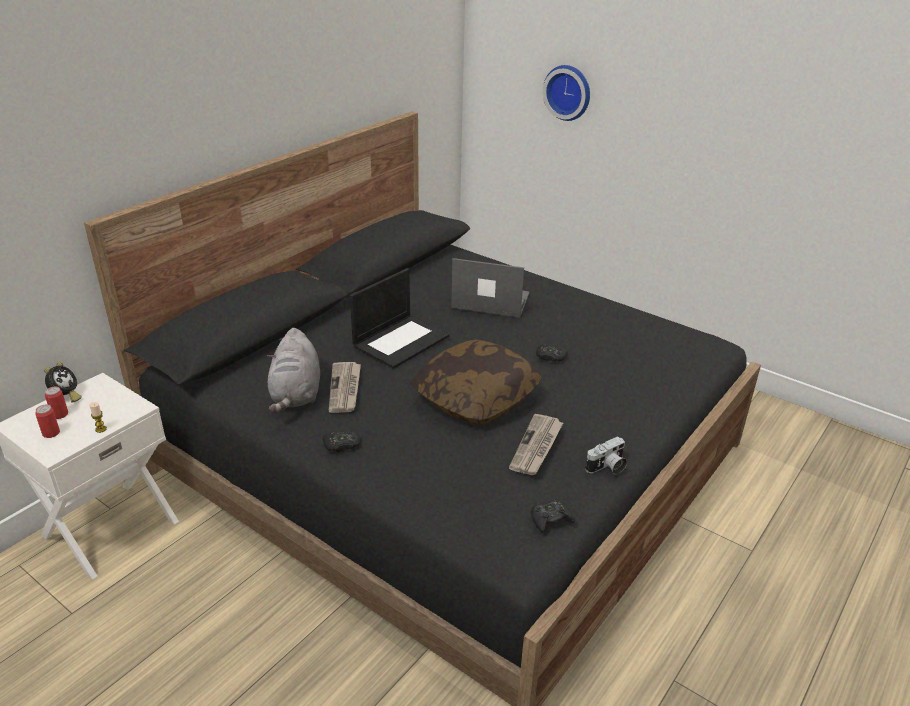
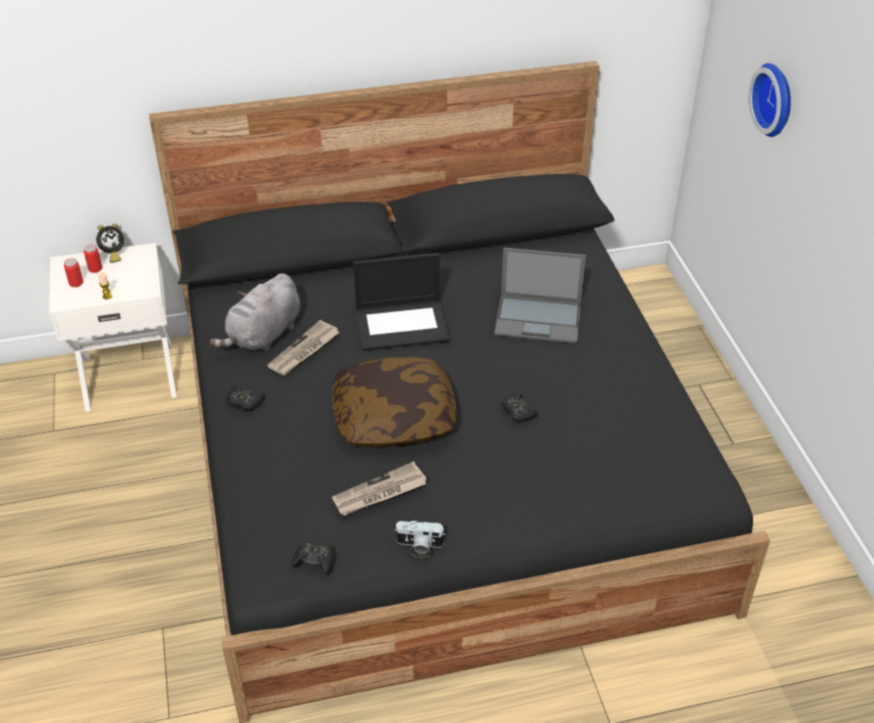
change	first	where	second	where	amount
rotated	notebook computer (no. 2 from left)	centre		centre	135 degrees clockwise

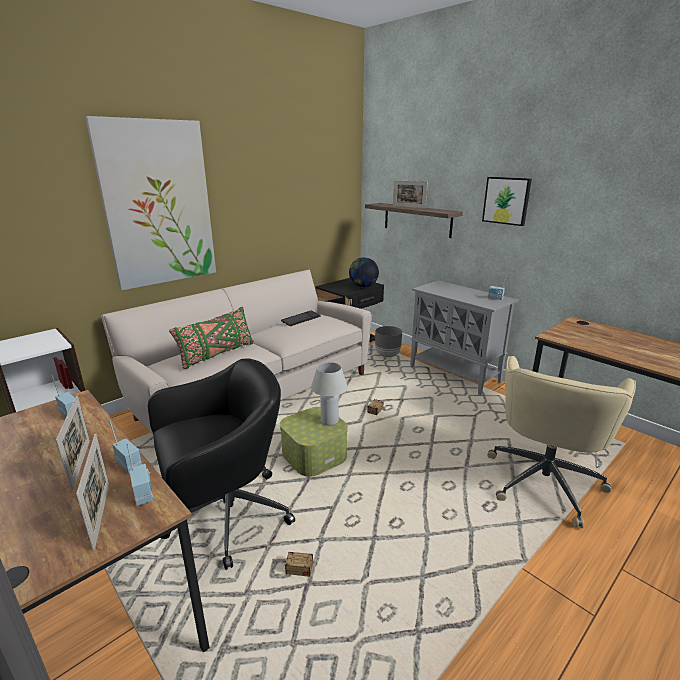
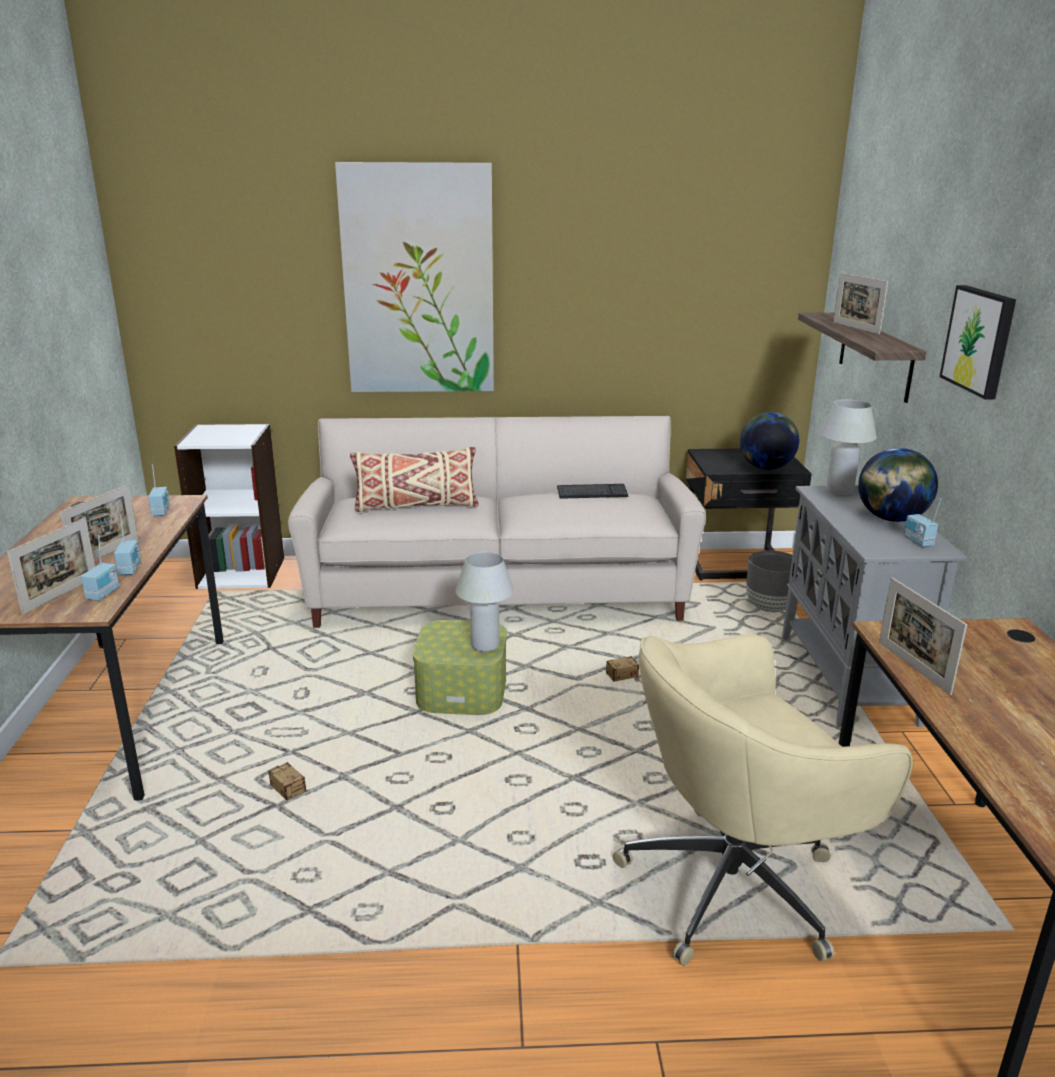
change	first	where	second	where	amount
gone	blackish computer chair	bottom left			
new			whitish table lamp (no. 2 from left)	middle right	
new			globe (no. 2 from left)	middle right	
new			picture frame (no. 4 from left)	middle right	
repainted	green-coloured pillow	middle left	beige-coloured pillow	centre	

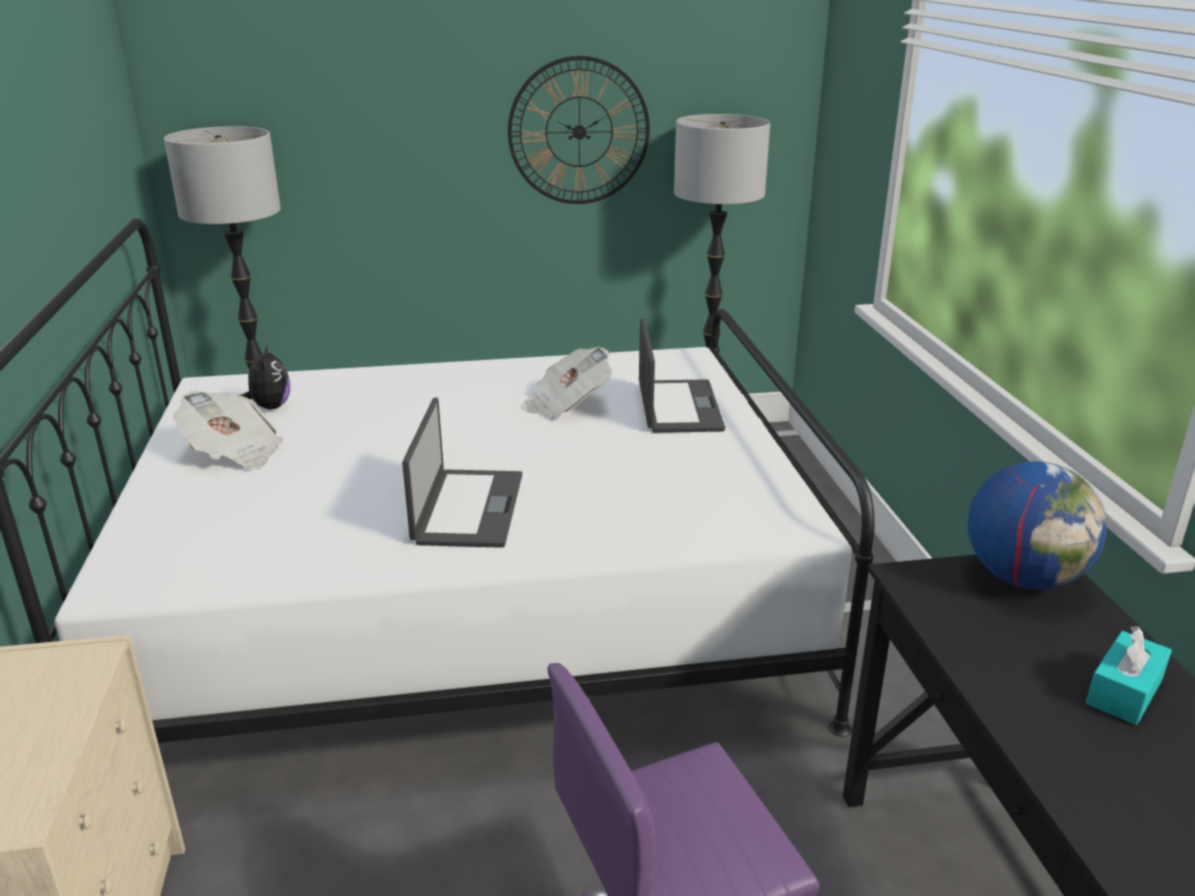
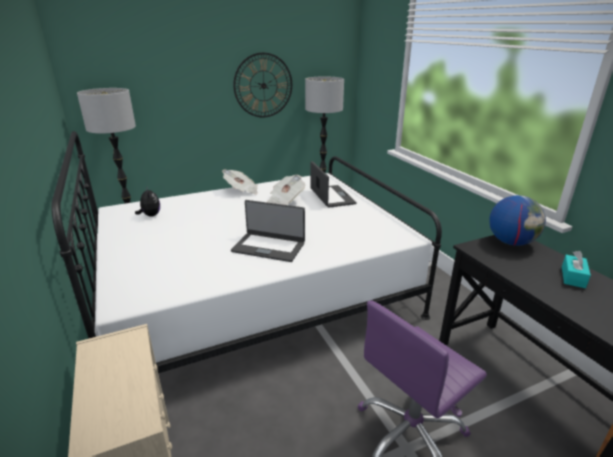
change	first	where	second	where	amount
shifted	daily paper (no. 1 from left)	middle left		centre	
rotated	notebook computer (no. 1 from left)	centre		centre	120 degrees clockwise

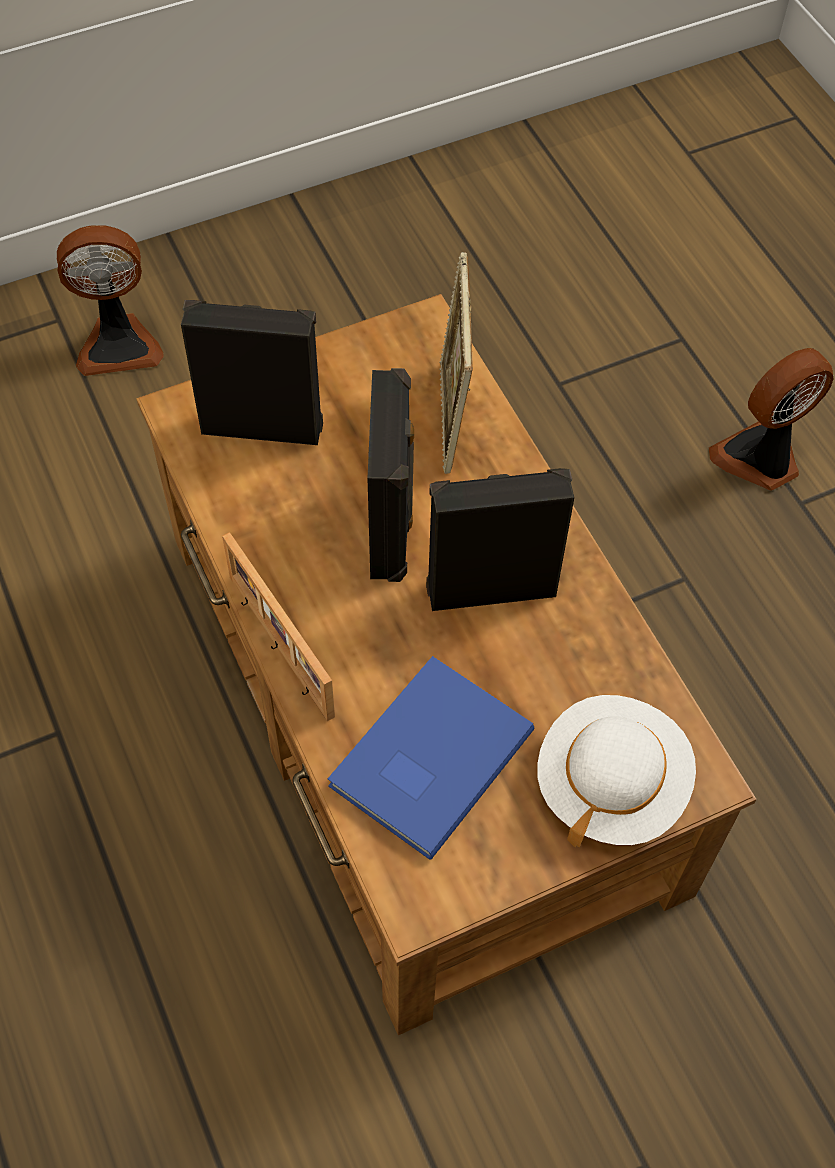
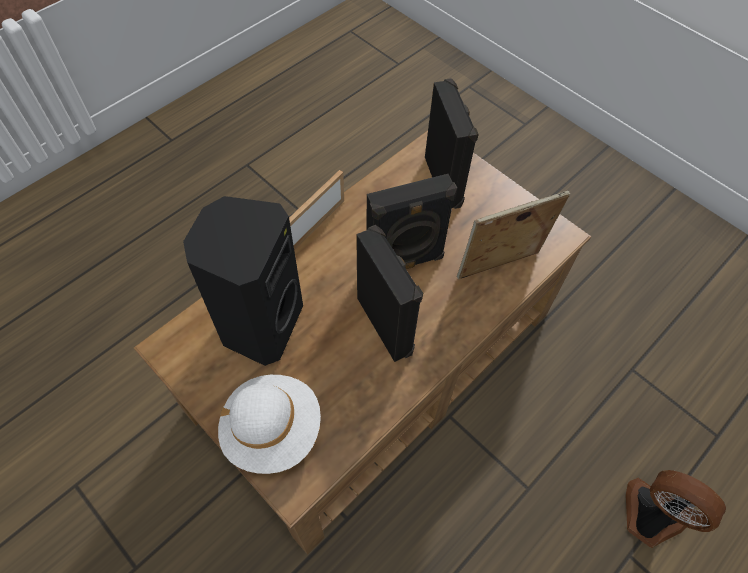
change	first	where	second	where	amount
gone	electric fan (no. 1 from left)	top left			
swapped	bluish book	centre	blackish audio speaker (no. 1 from left)	middle left	

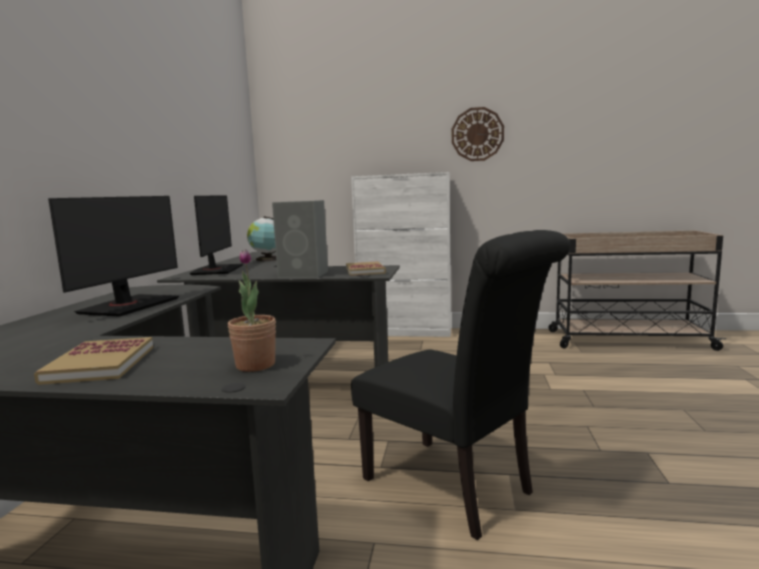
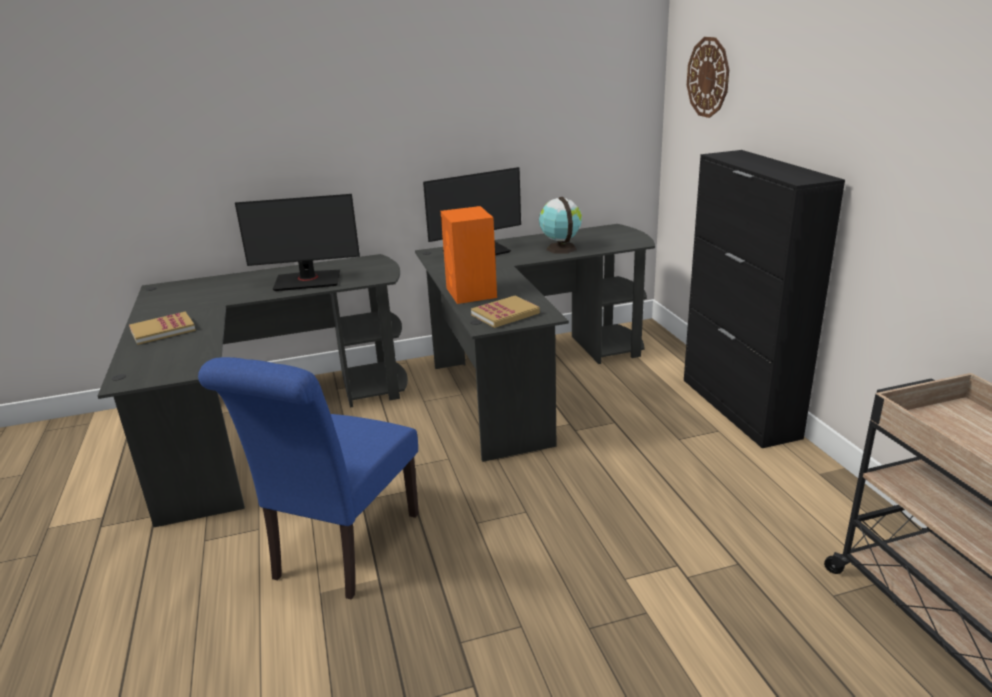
change	first	where	second	where	amount
gone	plant in a pot	middle left			
shifted	clock on the wall	top centre		top right	
repainted	gray audio speaker	centre	orangey audio speaker	centre	
repainted	whitish storage cabinet	centre	blackish storage cabinet	middle right	
repainted	blackish upright chair	bottom centre	bluish upright chair	bottom left	

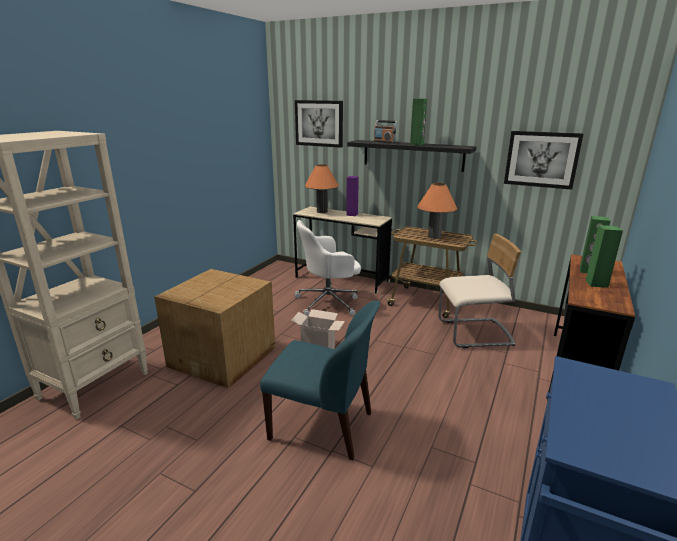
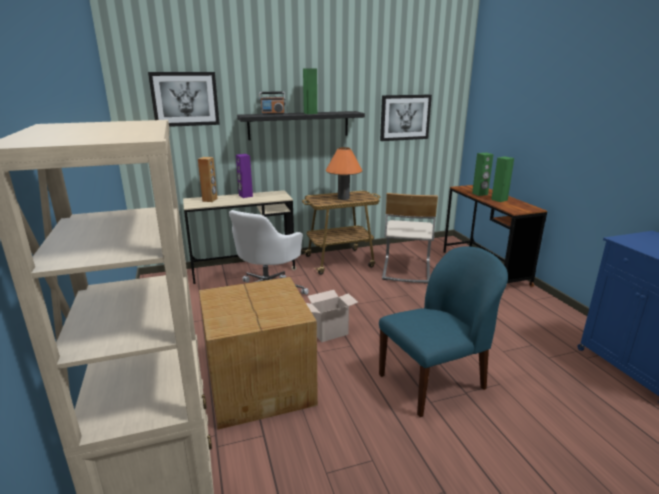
change	first	where	second	where	amount
swapped	orangey table lamp (no. 1 from left)	centre	brown audio speaker	middle left	
rotated	beige-coloured upright chair	middle right		centre	150 degrees clockwise

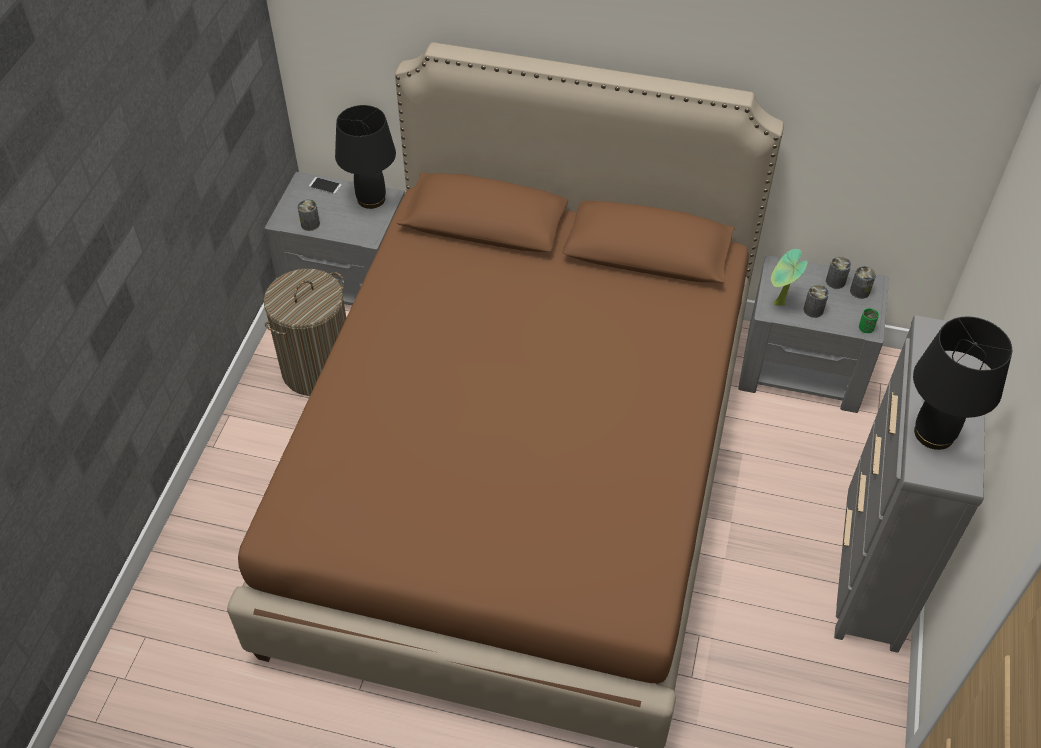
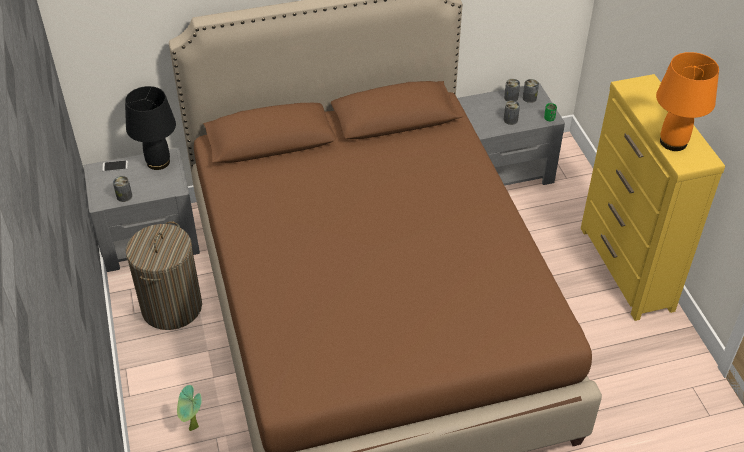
change	first	where	second	where	amount
shifted	plant in a pot	middle right		bottom left	
repainted	gray dresser	middle right	yellowish dresser	middle right	
repainted	blackish table lamp (no. 2 from left)	middle right	orangey table lamp	top right	

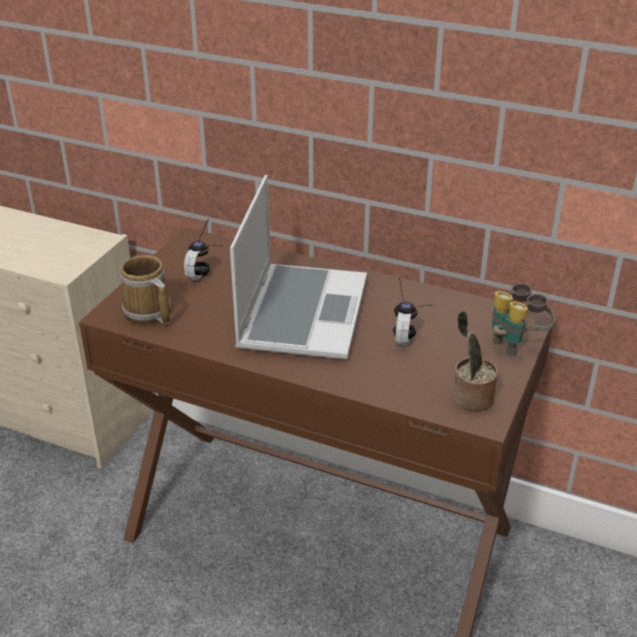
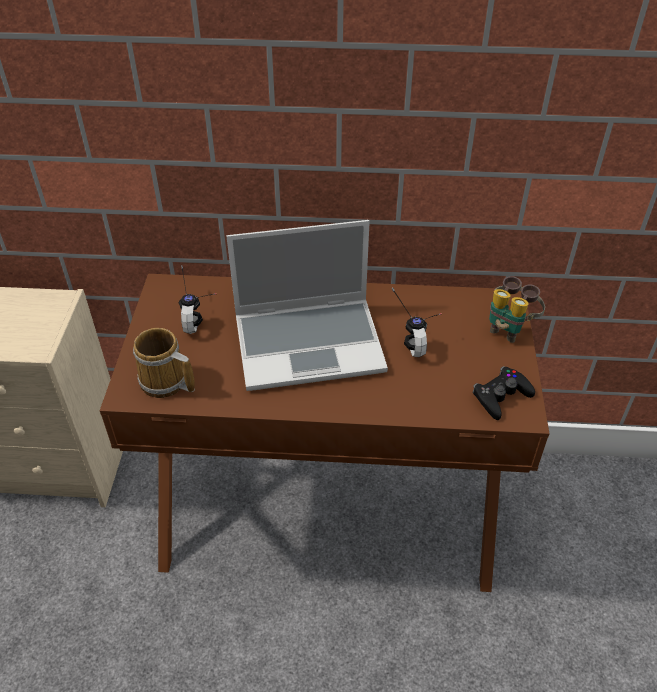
change	first	where	second	where	amount
swapped	plant in a pot	middle right	blackish game controller	middle right	
rotated	notebook computer	centre		centre	90 degrees clockwise

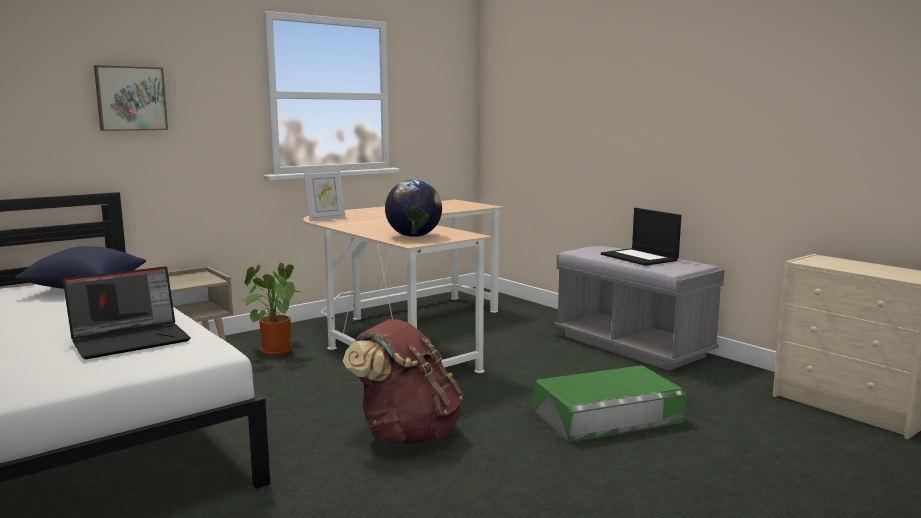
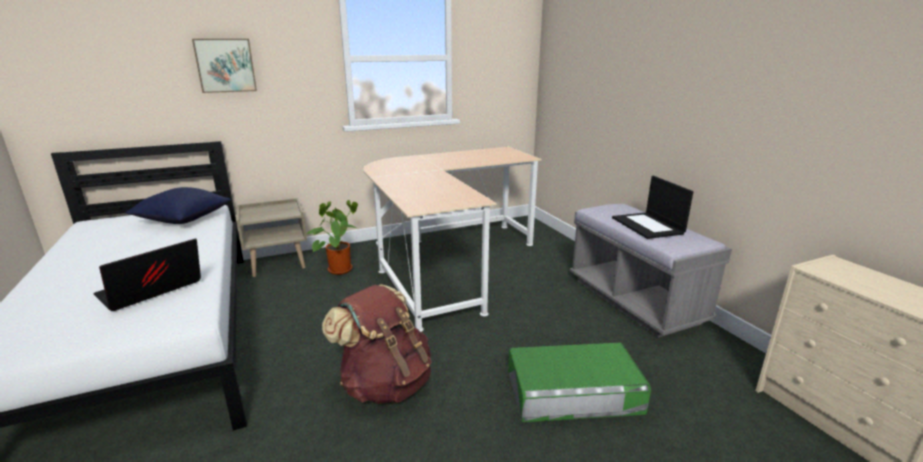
change	first	where	second	where	amount
gone	picture frame	centre			
gone	globe	centre			
rotated	notebook computer (no. 1 from left)	middle left		middle left	150 degrees clockwise

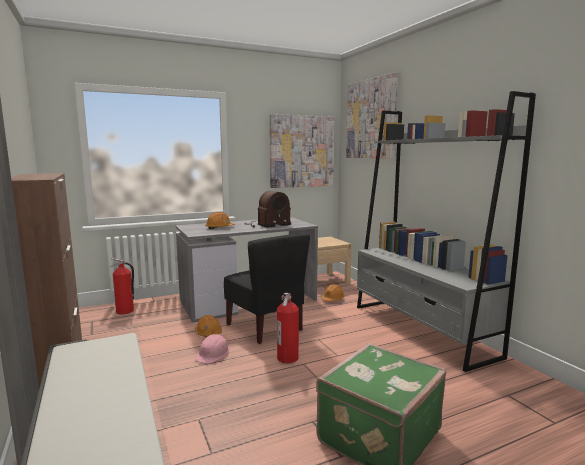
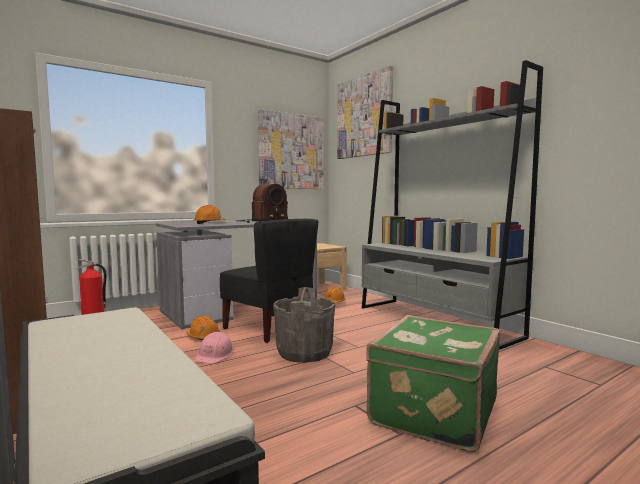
change	first	where	second	where	amount
swapped	fire extinguisher (no. 2 from left)	bottom centre	gray bucket	bottom centre	

